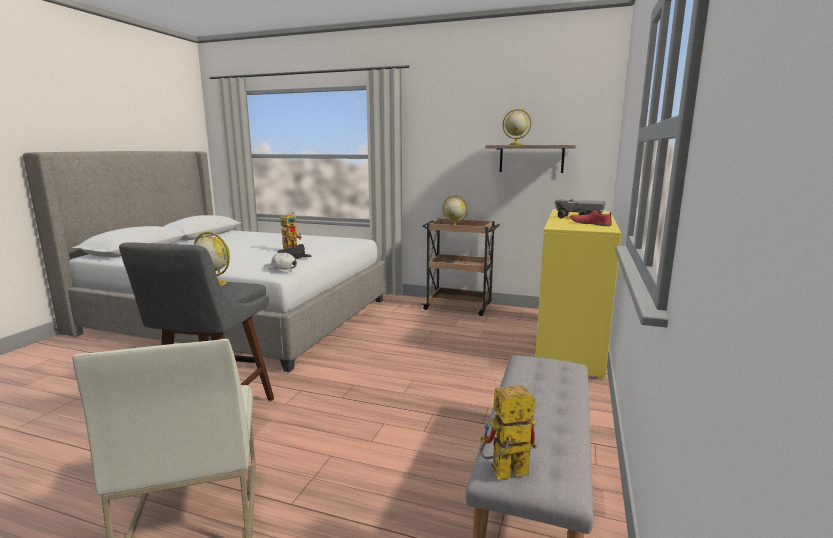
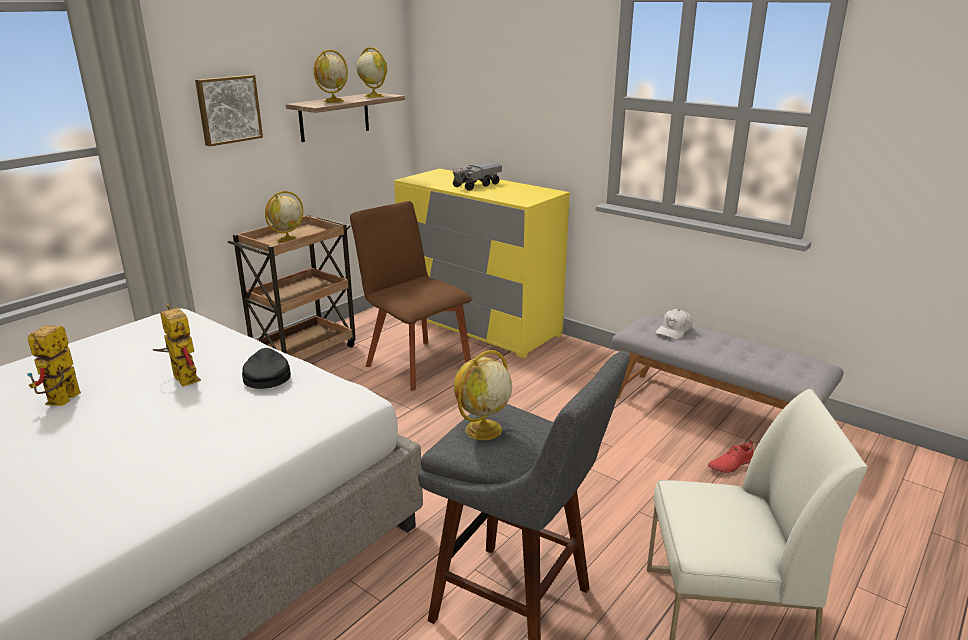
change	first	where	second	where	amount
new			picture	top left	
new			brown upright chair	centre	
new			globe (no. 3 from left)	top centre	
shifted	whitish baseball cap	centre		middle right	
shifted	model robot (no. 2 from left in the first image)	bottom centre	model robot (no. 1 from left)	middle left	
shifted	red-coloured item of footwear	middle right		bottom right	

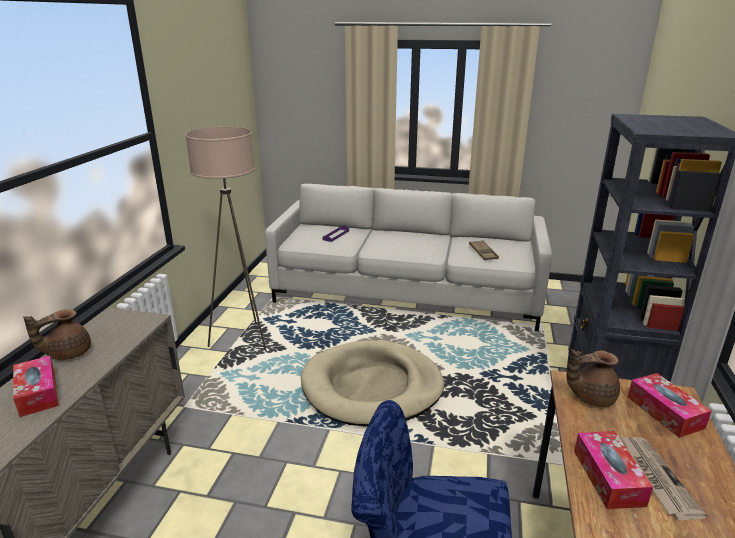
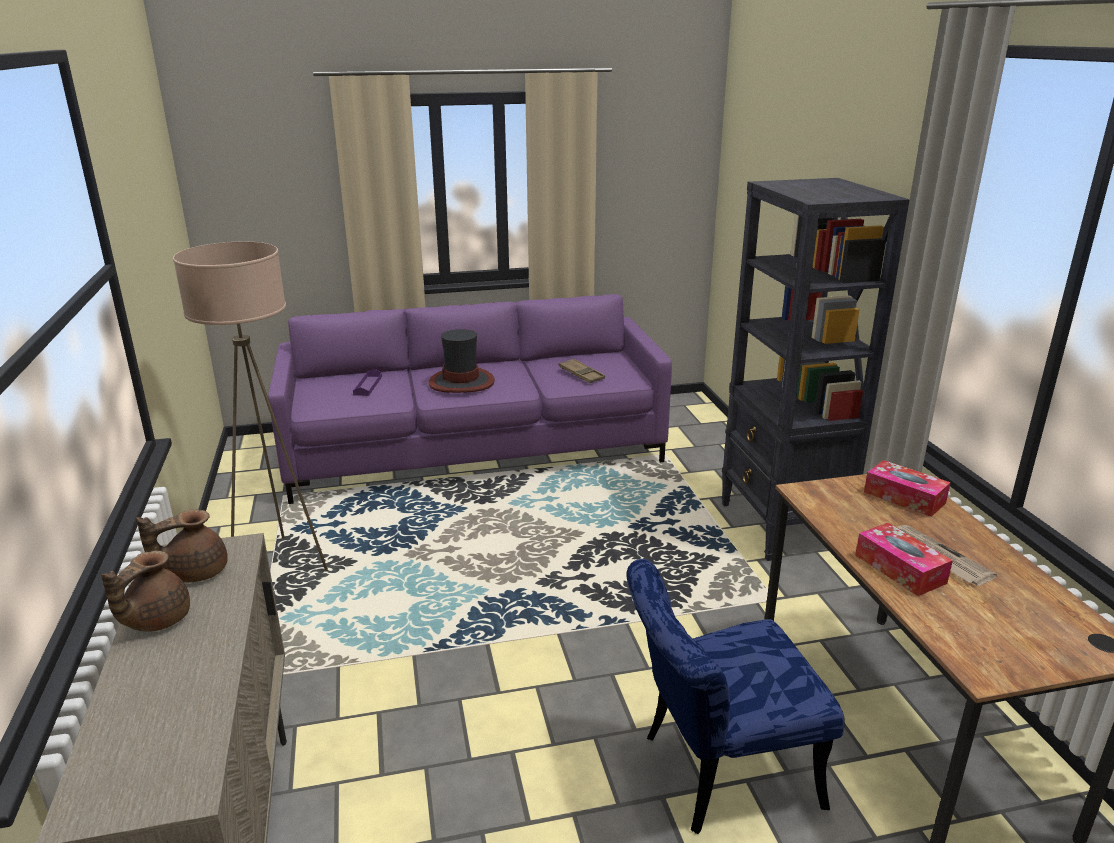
change	first	where	second	where	amount
gone	tissue box (no. 1 from left)	bottom left			
gone	beige-coloured dog cushion	bottom centre			
new			clothing hat	centre	
shifted	brown pot for tea (no. 2 from left)	bottom right		middle left	
repainted	gray couch	centre	purple couch	centre	

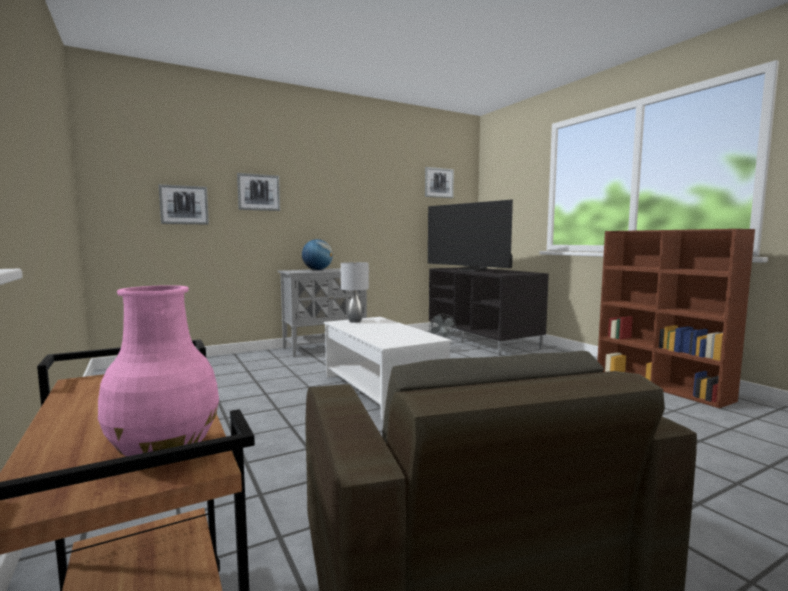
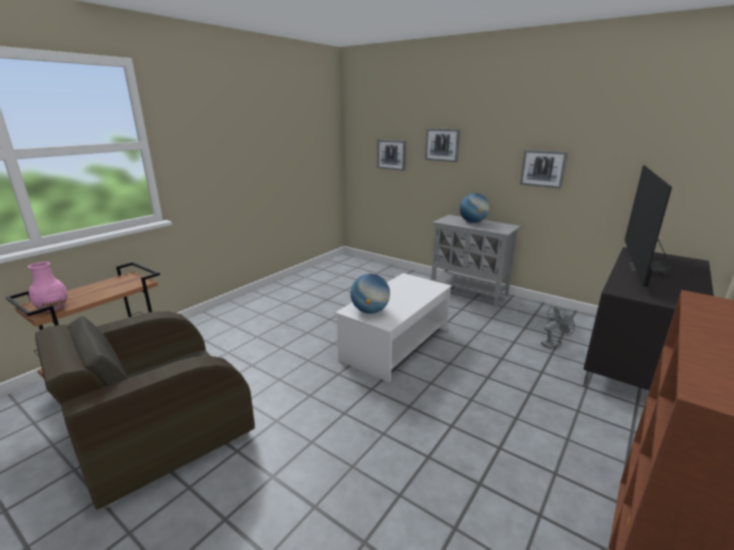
change	first	where	second	where	amount
gone	gray table lamp	centre			
new			globe (no. 1 from left)	centre	
shifted	picture (no. 3 from left)	top centre		top right	

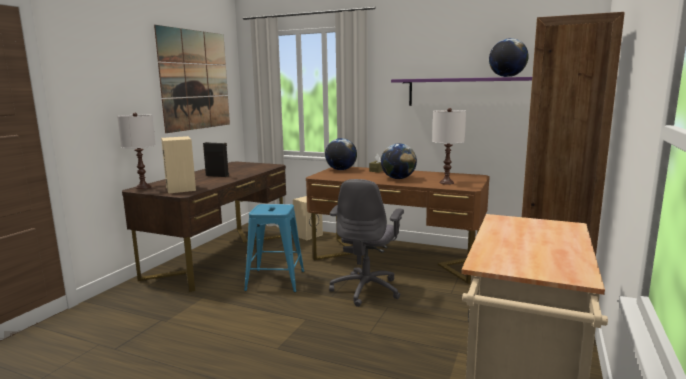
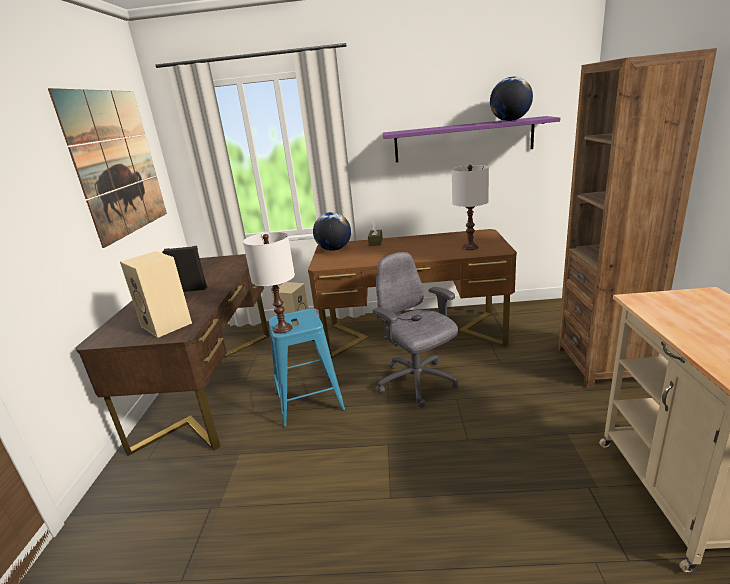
change	first	where	second	where	amount
gone	globe (no. 2 from left)	centre			
shifted	whitish table lamp (no. 1 from left)	middle left		centre	
rotated	gray computer chair	centre		centre	150 degrees clockwise

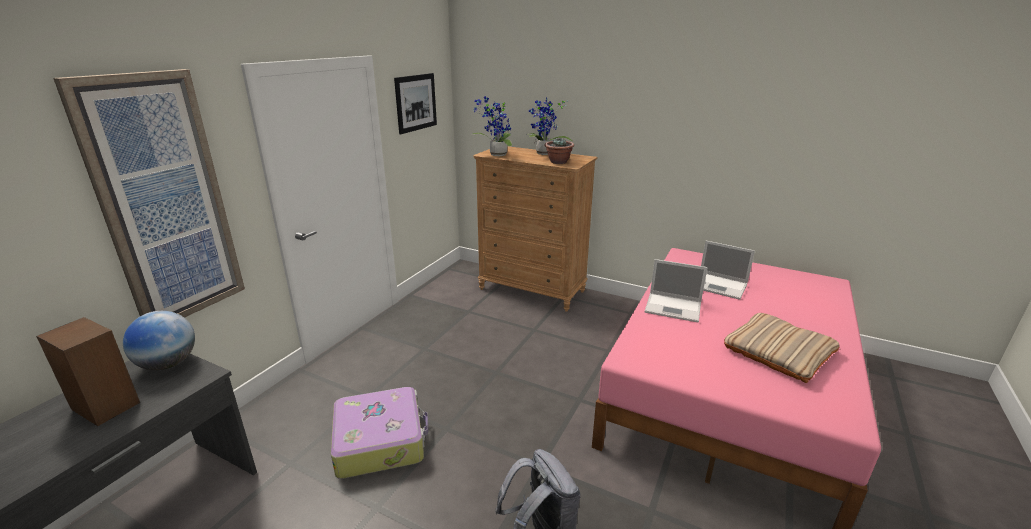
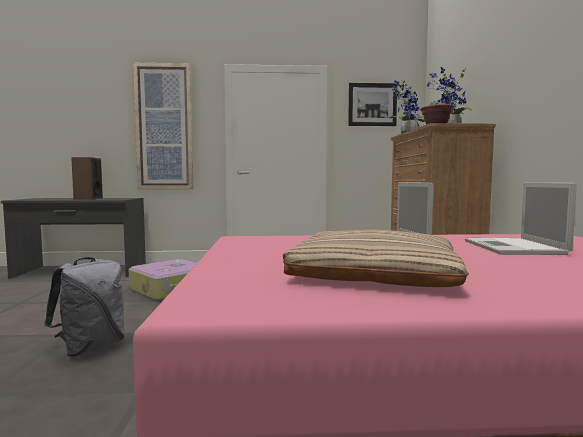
change	first	where	second	where	amount
gone	globe	middle left			

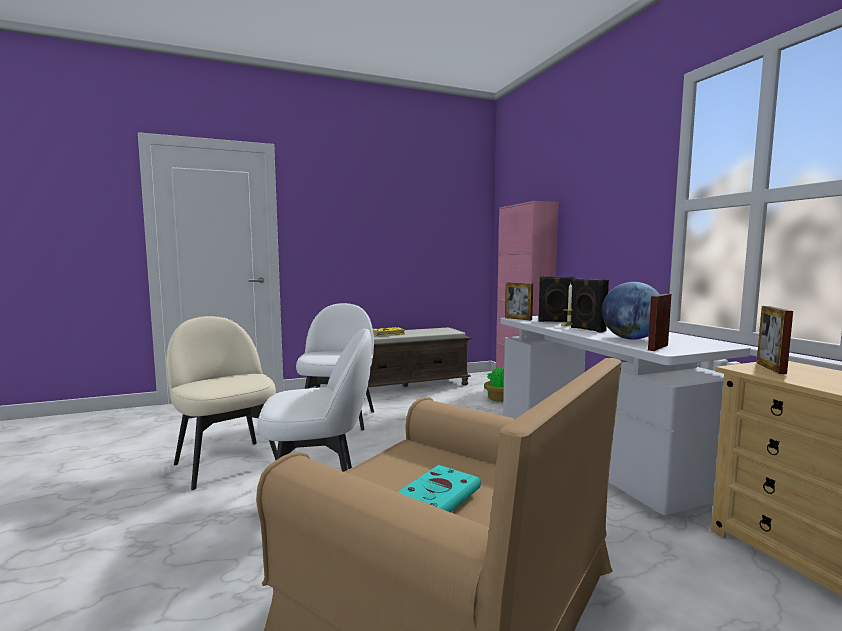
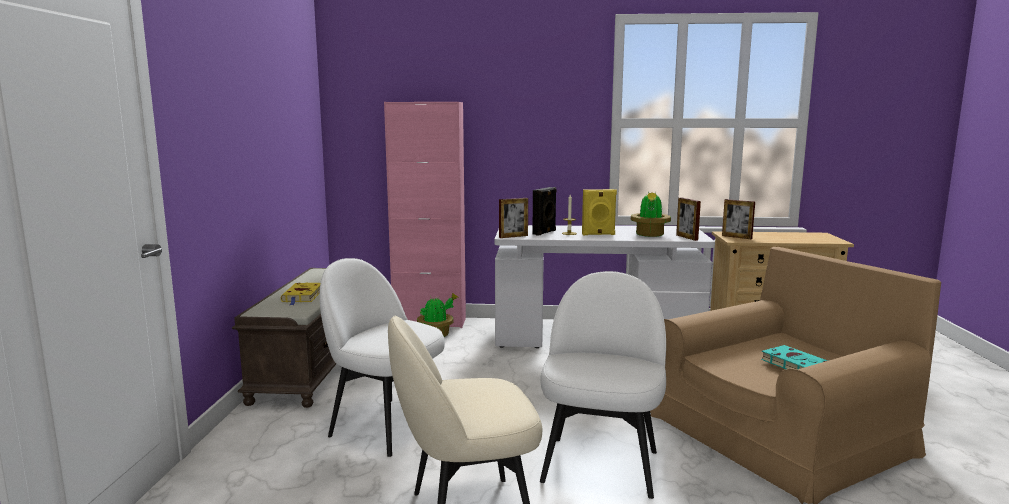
change	first	where	second	where	amount
swapped	globe	middle right	plant in a pot (no. 2 from left)	centre	
repainted	blackish audio speaker (no. 2 from left)	middle right	yellowish audio speaker	centre	

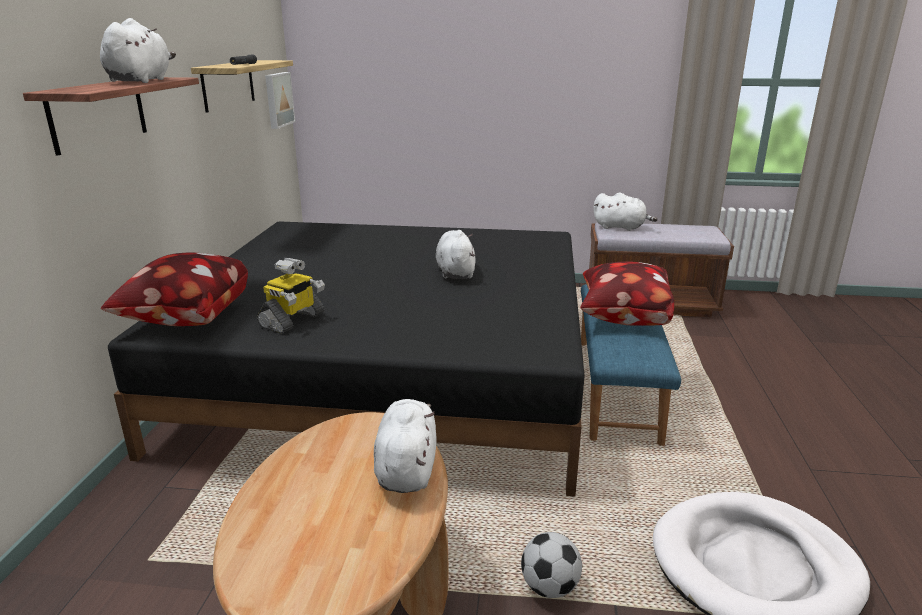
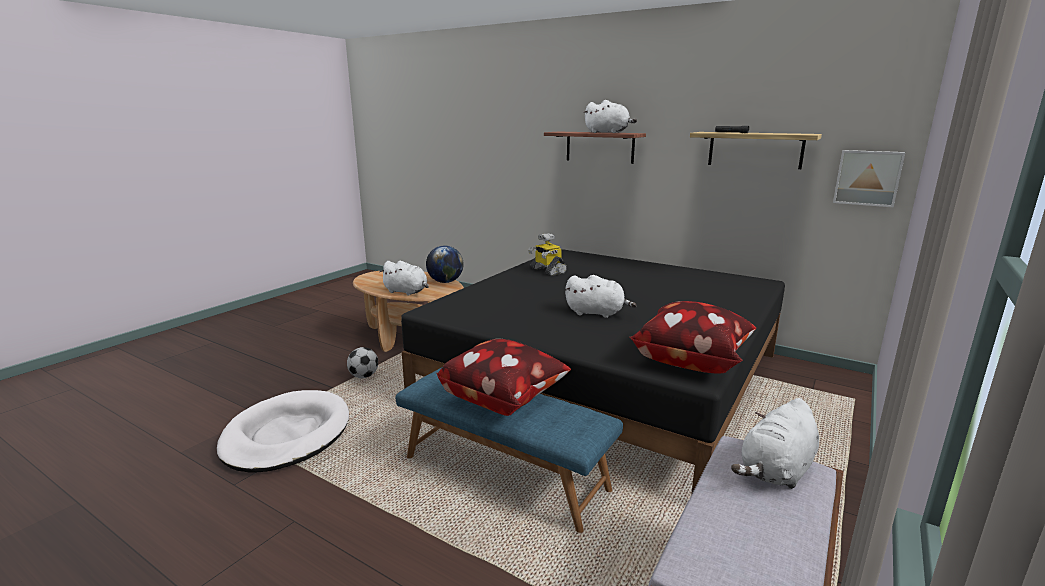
change	first	where	second	where	amount
new			globe	centre	
shifted	pillow (no. 1 from left in the first image)	middle left	pillow (no. 2 from left)	centre	

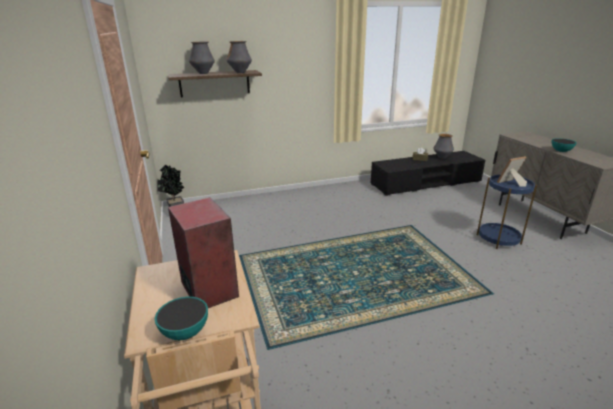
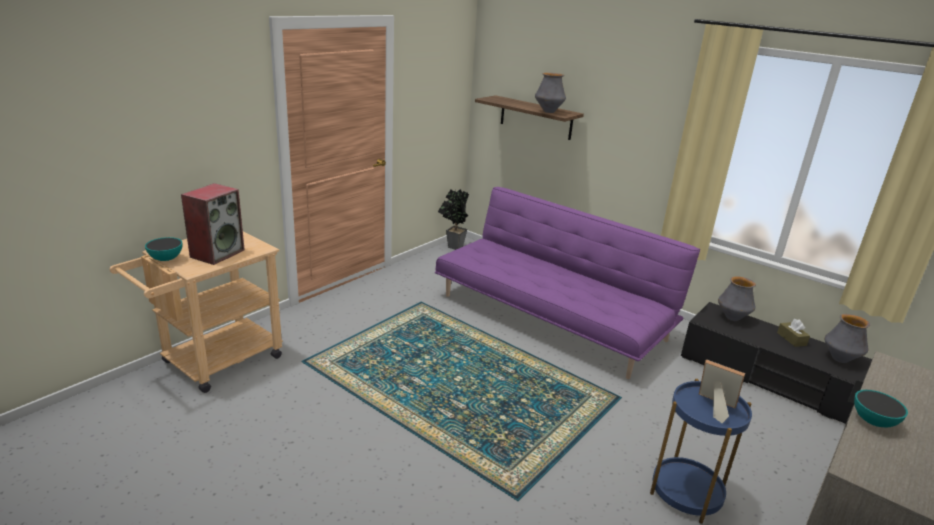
change	first	where	second	where	amount
new			purple couch	centre	
shifted	flower vase (no. 1 from left in the first image)	top left	flower vase (no. 2 from left)	middle right	

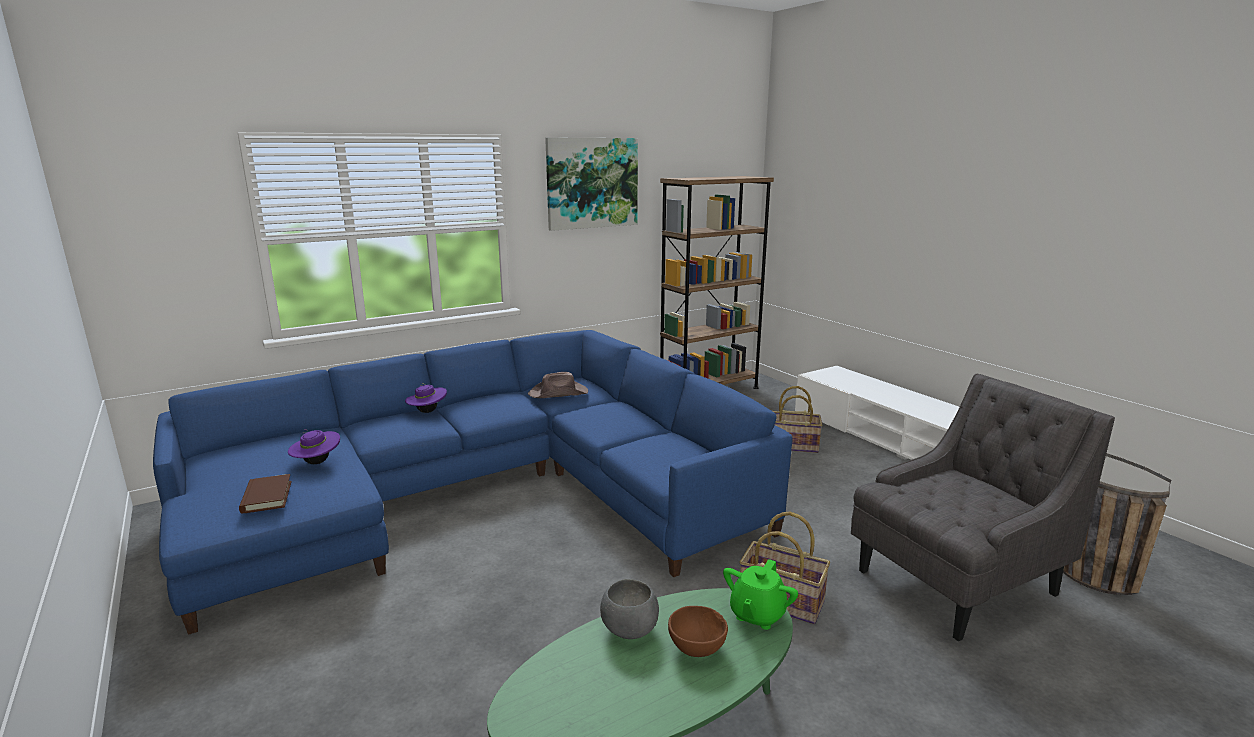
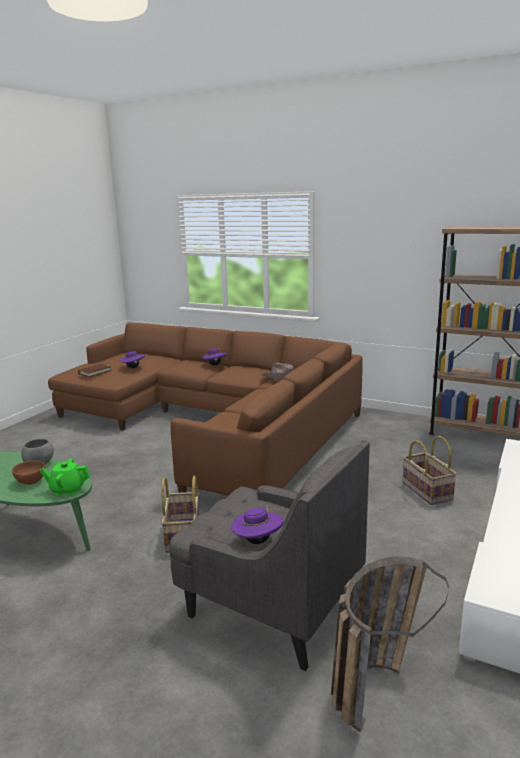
change	first	where	second	where	amount
gone	picture	top centre			
new			purple clothing hat (no. 3 from left)	bottom centre	
repainted	bluish couch	centre	brown couch	centre	

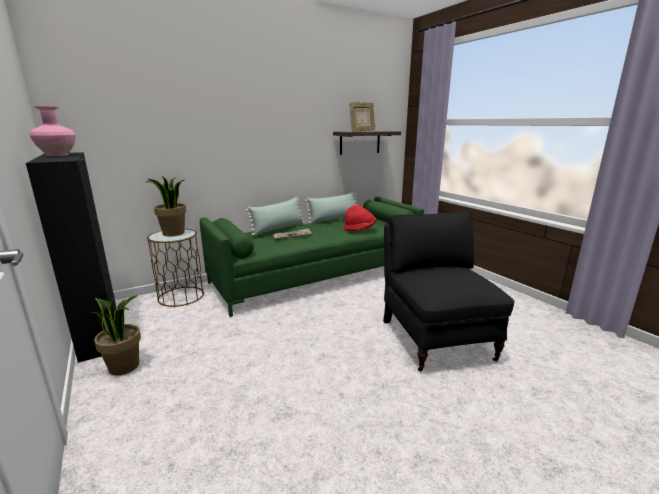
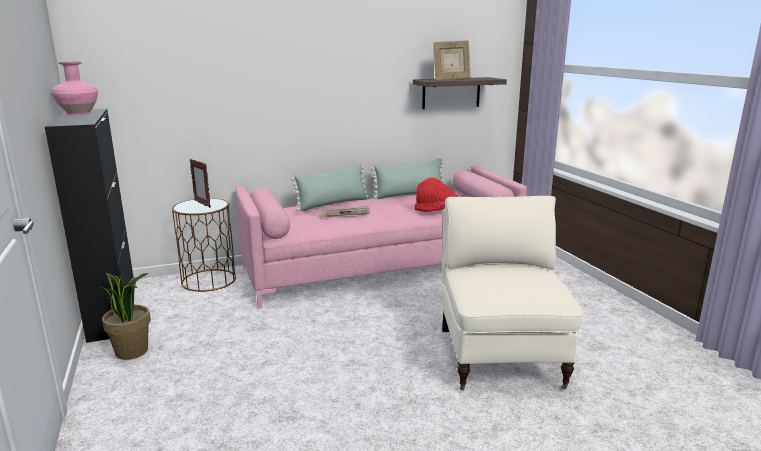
change	first	where	second	where	amount
swapped	plant in a pot (no. 2 from left)	middle left	picture frame (no. 1 from left)	middle left	
repainted	green-coloured couch	centre	pink couch	centre	
repainted	blackish armchair	middle right	beige-coloured armchair	middle right	

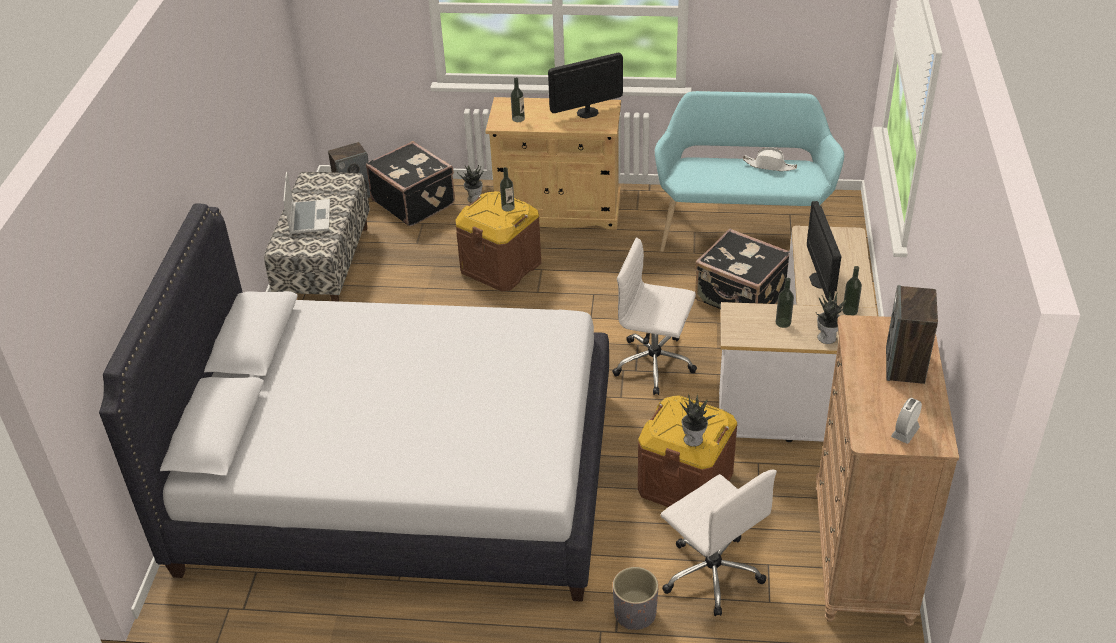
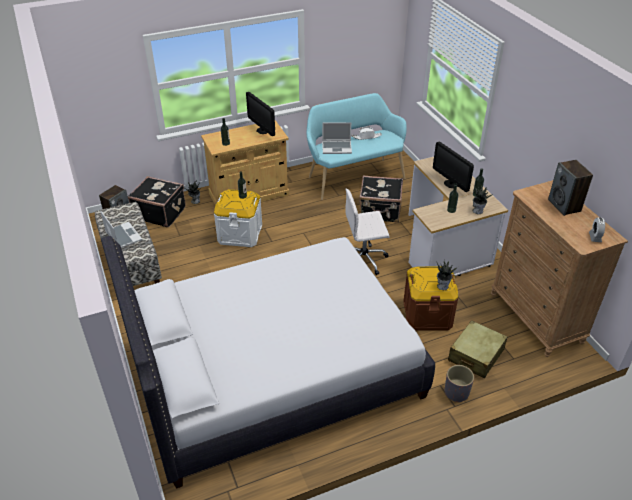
change	first	where	second	where	amount
new			notebook computer (no. 2 from left)	top centre	
swapped	whitish computer chair (no. 2 from left)	bottom centre	beige-coloured piece of luggage	bottom right	
repainted	brown storage bin (no. 1 from left)	centre	whitish storage bin	centre	
rotated	monitor (no. 1 from left)	top centre		top centre	75 degrees counterclockwise

